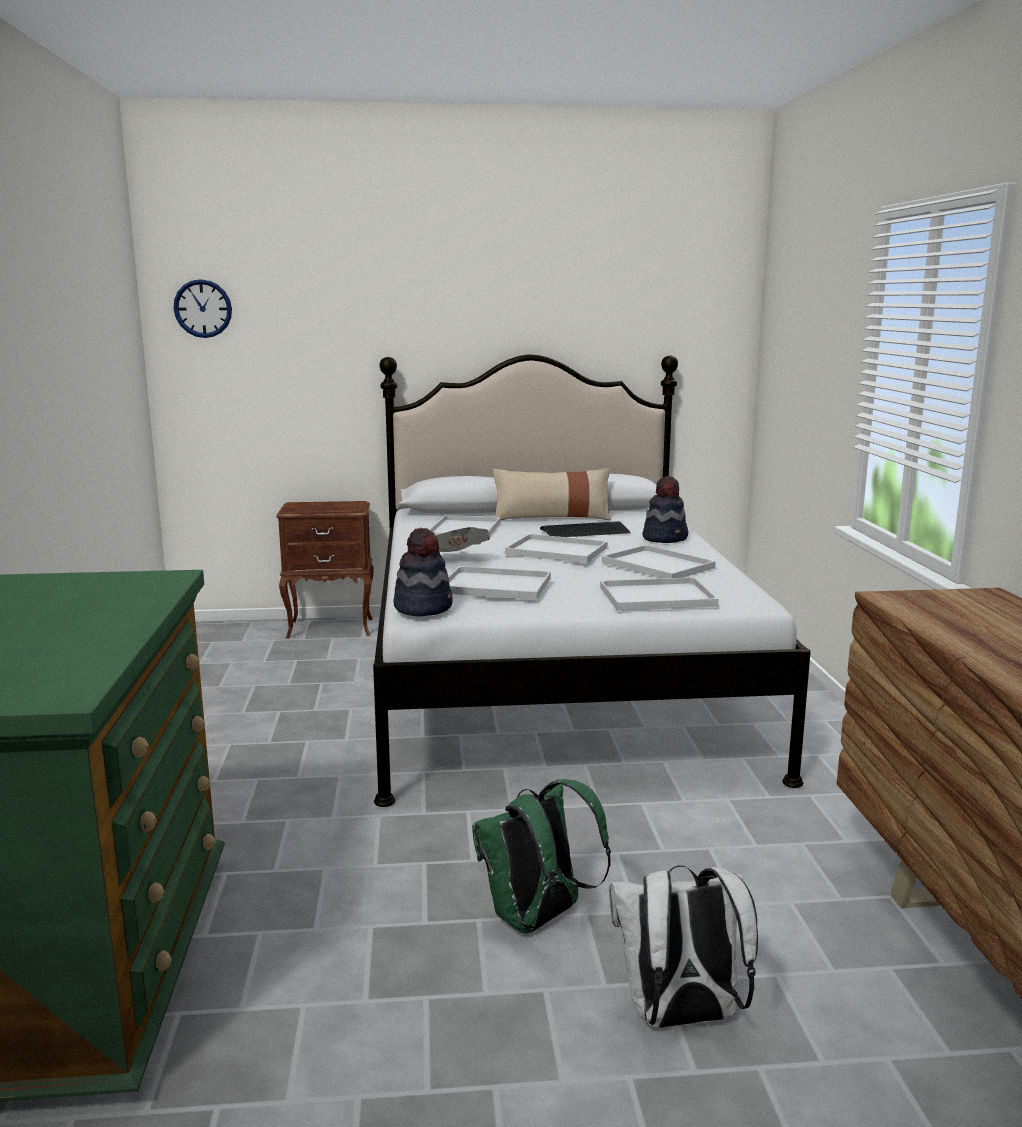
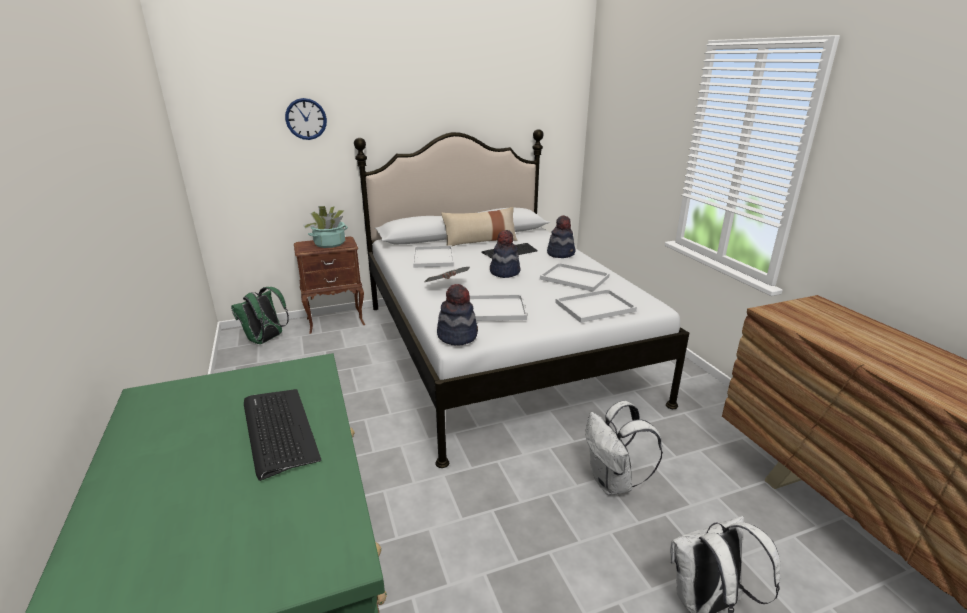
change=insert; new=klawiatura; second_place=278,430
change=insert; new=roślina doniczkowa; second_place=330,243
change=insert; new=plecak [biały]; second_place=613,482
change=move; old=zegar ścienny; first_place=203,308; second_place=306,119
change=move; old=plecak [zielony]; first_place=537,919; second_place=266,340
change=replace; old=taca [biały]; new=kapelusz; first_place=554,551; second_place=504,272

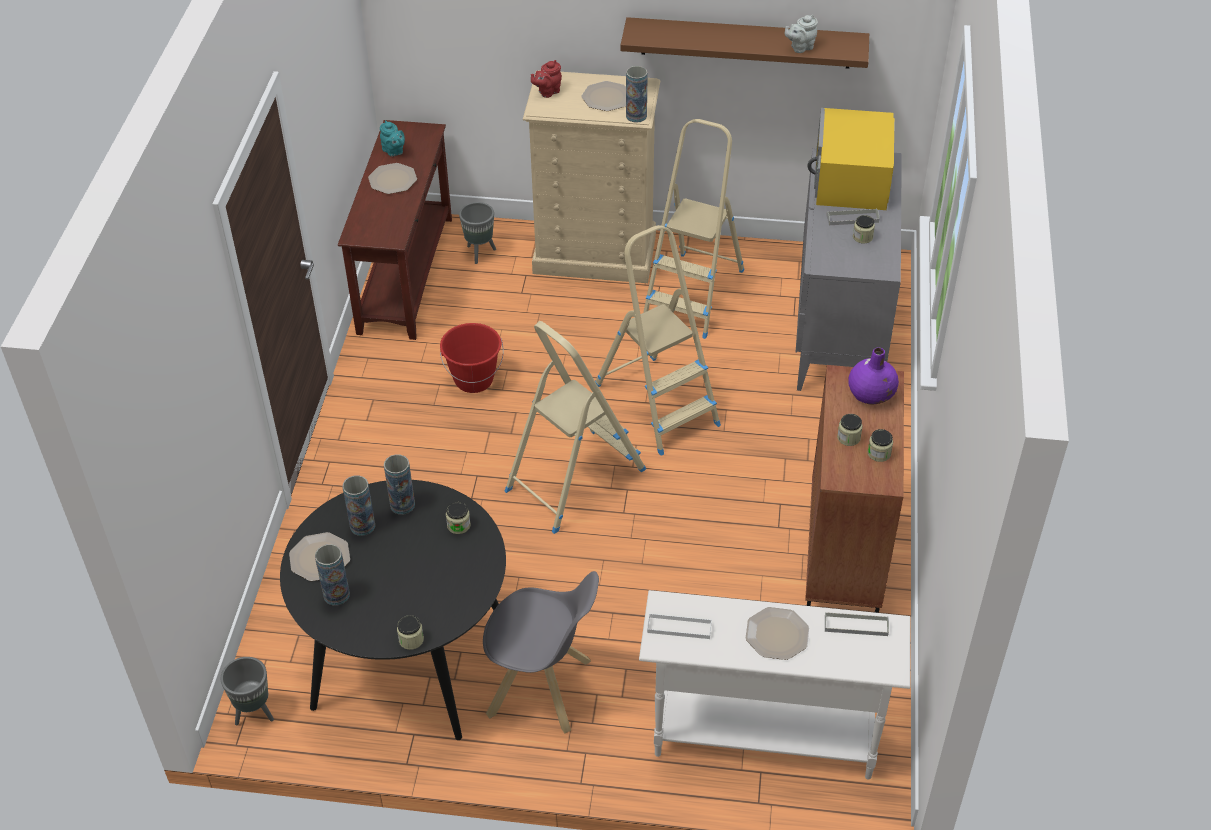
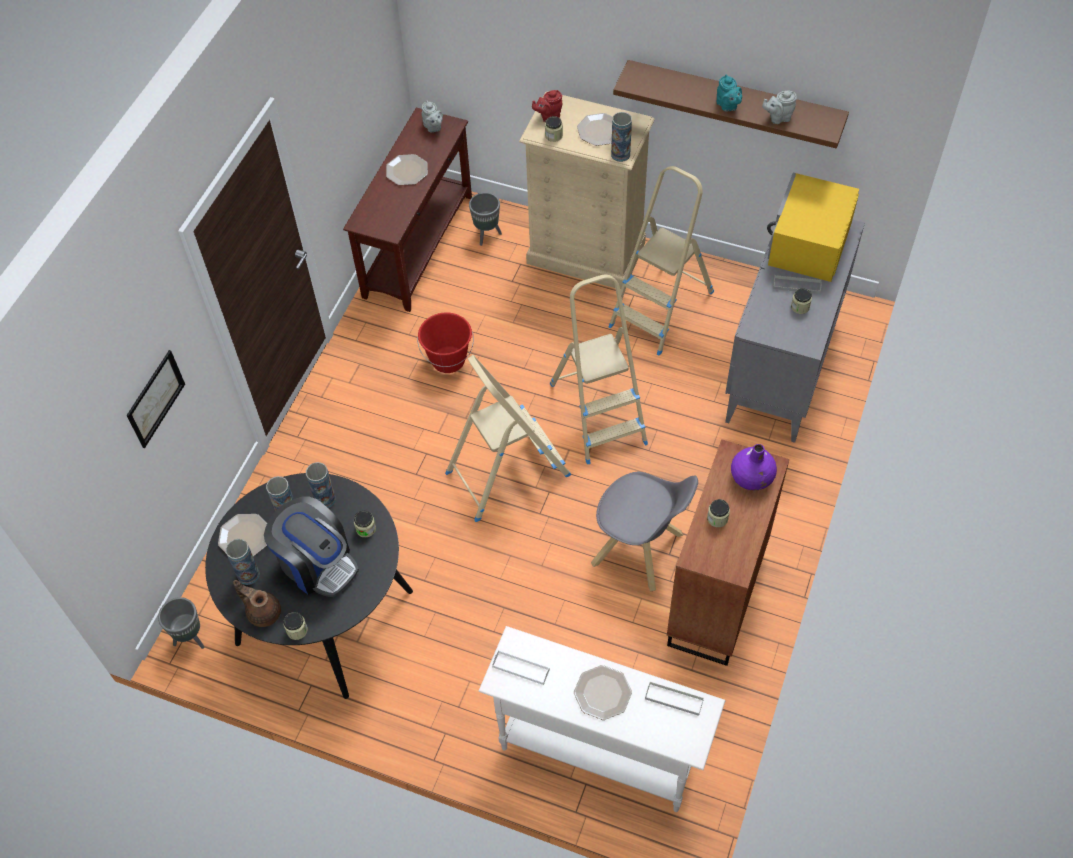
change=insert; new=obraz; second_place=155,398
change=insert; new=imbryk [brązowy]; second_place=263,612
change=insert; new=ekspres do kawy; second_place=317,563
change=insert; new=imbryk [szary]; second_place=433,127
change=move; old=imbryk [turkusowy]; first_place=393,151; second_place=727,106
change=move; old=krzesło [szary]; first_place=543,688; second_place=640,550
change=move; old=słoik; first_place=879,453; second_place=553,135

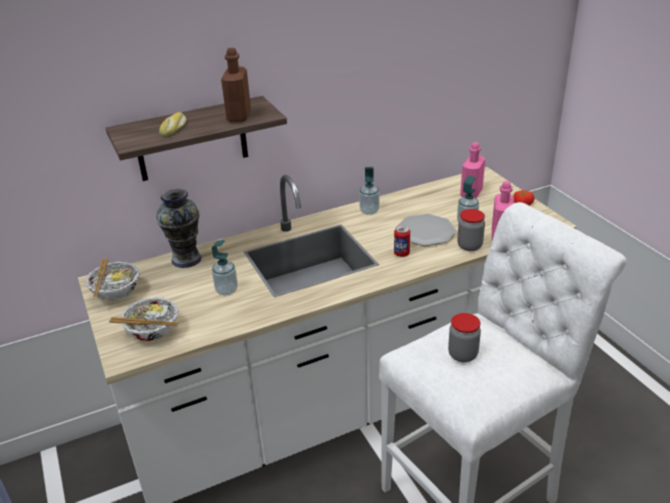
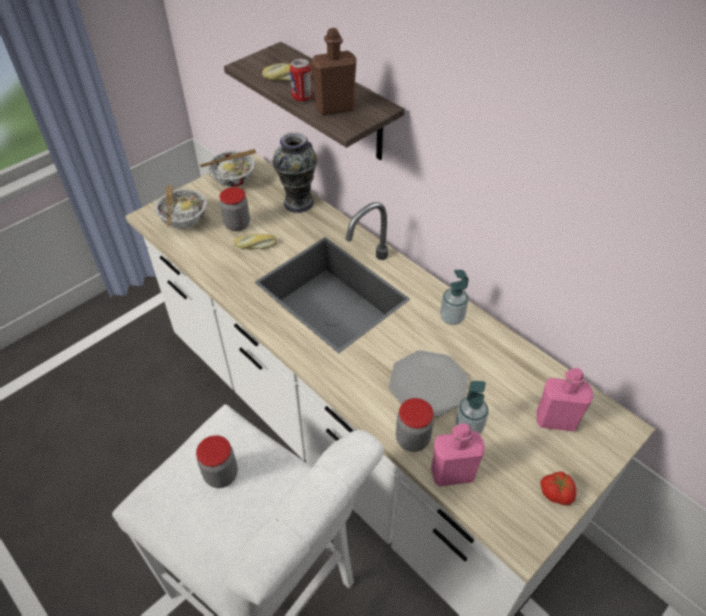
change=insert; new=słoik; second_place=237,224
change=move; old=puszka; first_place=401,253; second_place=302,98
change=replace; old=dozownik mydła; new=chleb; first_place=226,290; second_place=255,246

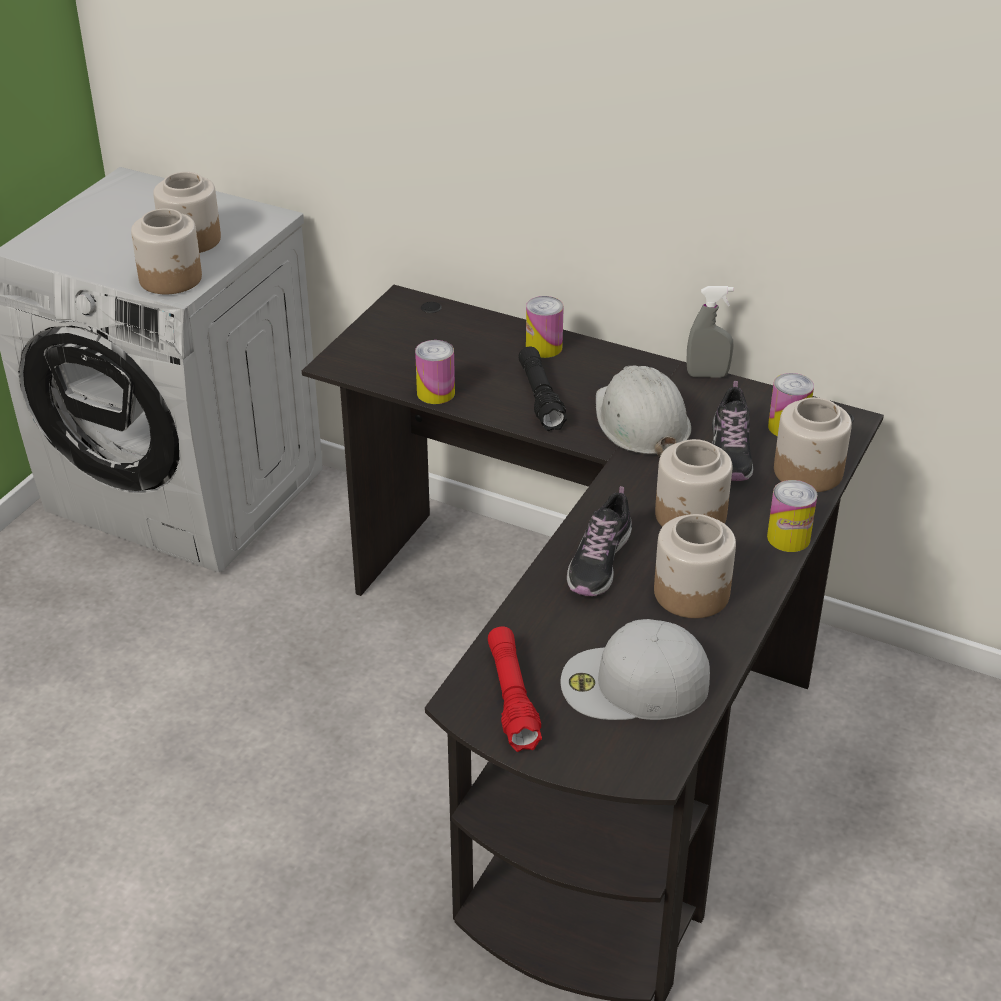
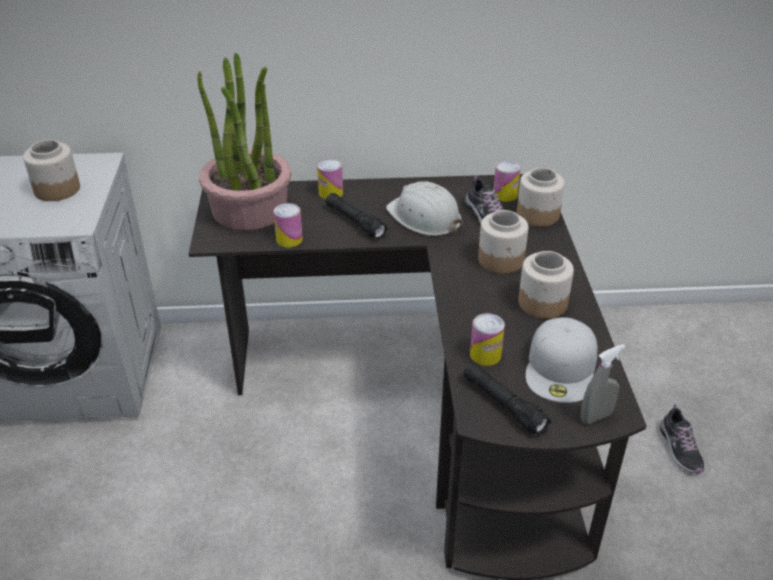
change=delete; old=słoik; first_place=171,279
change=insert; new=roślina doniczkowa; second_place=249,209
change=move; old=but; first_place=599,562; second_place=680,449
change=move; old=spryskiwacz [szary]; first_place=707,375; second_place=596,417
change=move; old=puszka; first_place=788,538; second_place=485,355
change=recolor; old=latarka [czerwony]; new=latarka [czarny]; first_place=512,698; second_place=504,405
change=rotate; old=czapka z daszkiem [biały]; first_place=633,684; second_place=562,368; degrees=-45

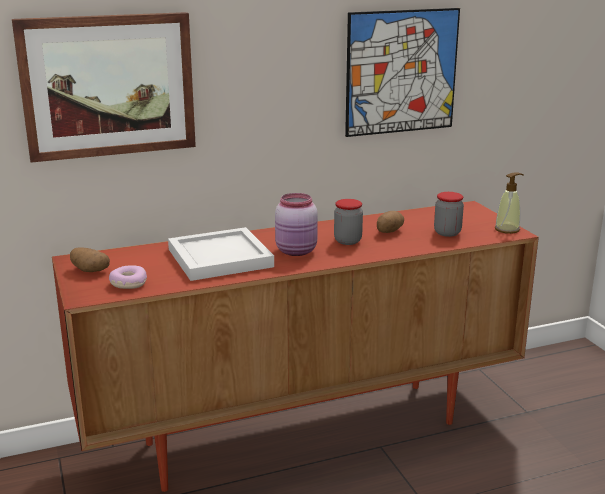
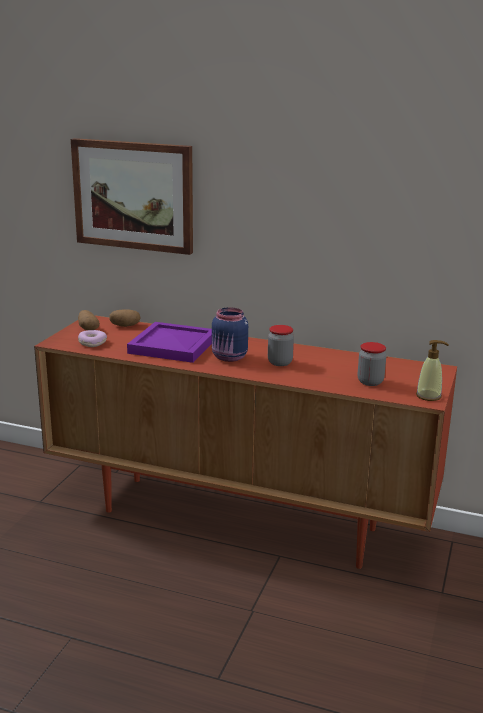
change=delete; old=obraz; first_place=401,72
change=move; old=ziemniak; first_place=389,231; second_place=125,326
change=recolor; old=taca [biały]; new=taca [fioletowy]; first_place=218,257; second_place=172,345
change=recolor; old=słoik [różowy]; new=słoik [niebieski]; first_place=297,251; second_place=229,358

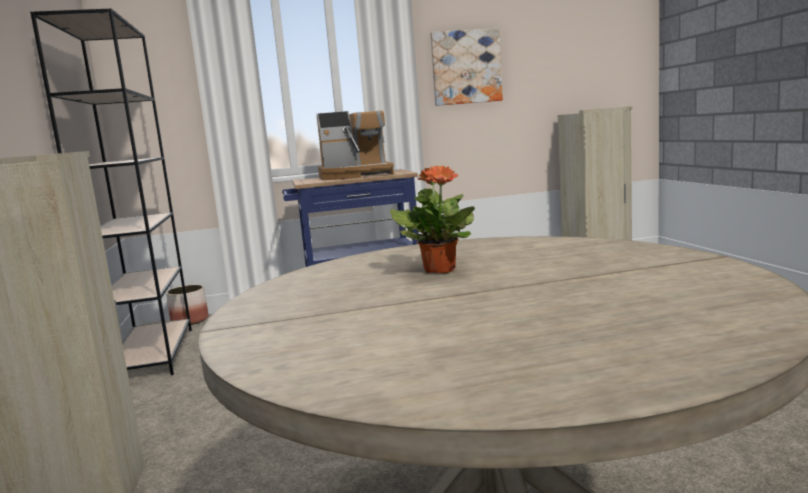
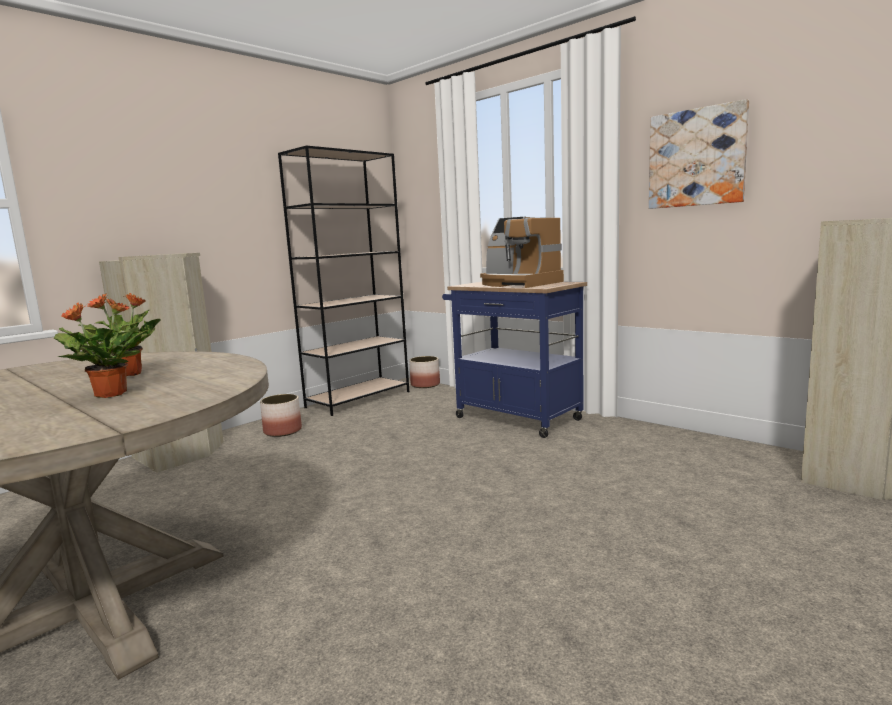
change=insert; new=roślina doniczkowa; second_place=109,394
change=insert; new=donica; second_place=282,431

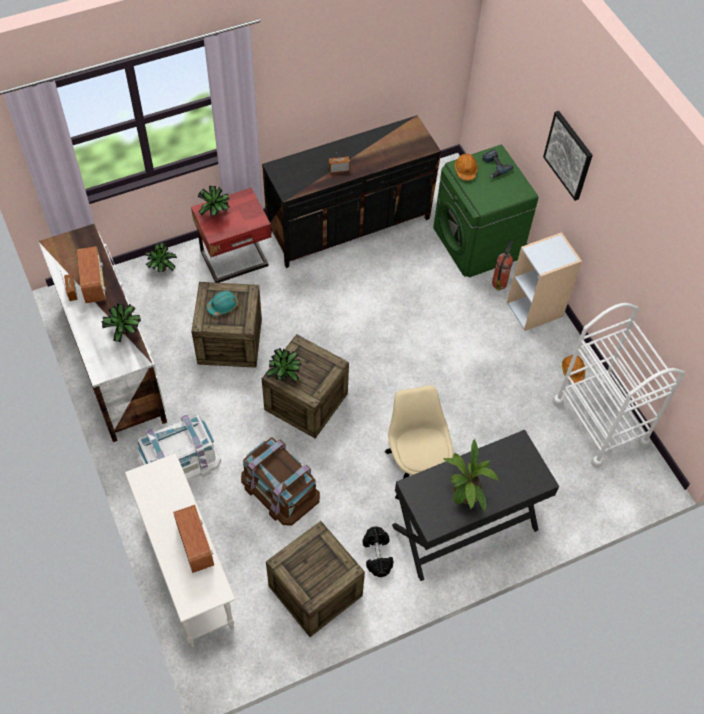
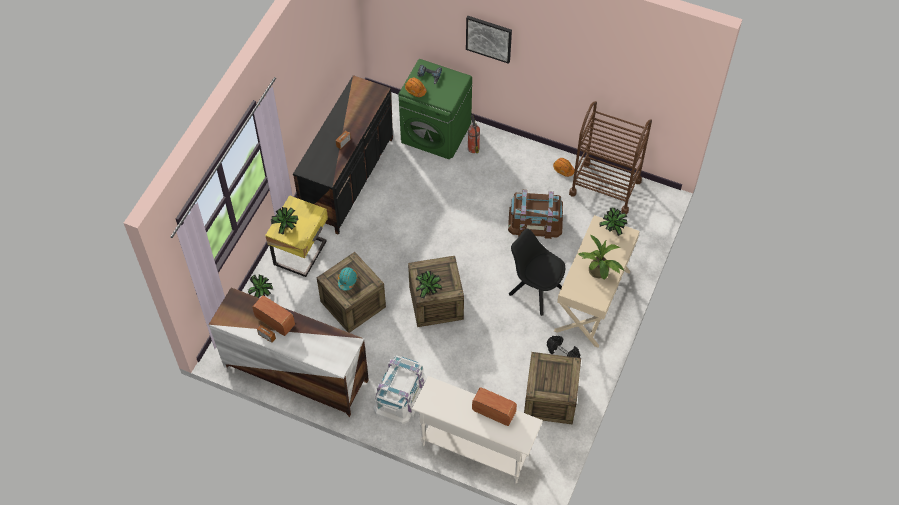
change=delete; old=regał; first_place=535,309
change=move; old=roślina doniczkowa; first_place=126,334; second_place=613,230
change=move; old=pojemnik do przechowywania [brązowy]; first_place=279,488; second_place=535,221
change=recolor; old=szafka nocna [czerwony]; new=szafka nocna [żółty]; first_place=235,260; second_place=302,253
change=recolor; old=krzesło [beżowy]; new=krzesło [czarny]; first_place=415,469; second_place=535,291
change=recolor; old=biurko [czarny]; new=biurko [beżowy]; first_place=465,528; second_place=593,301
change=recolor; old=wózek [biały]; new=wózek [brązowy]; first_place=600,422; second_place=605,187

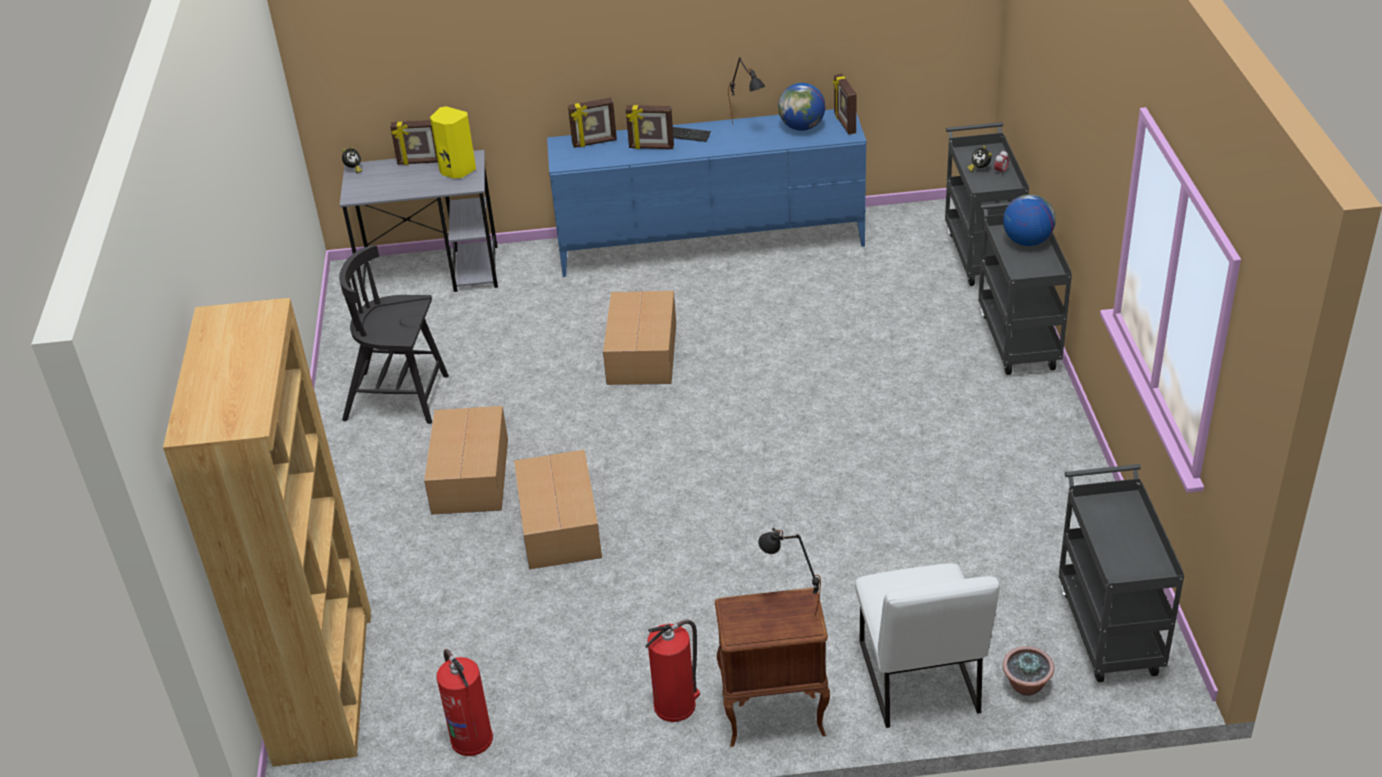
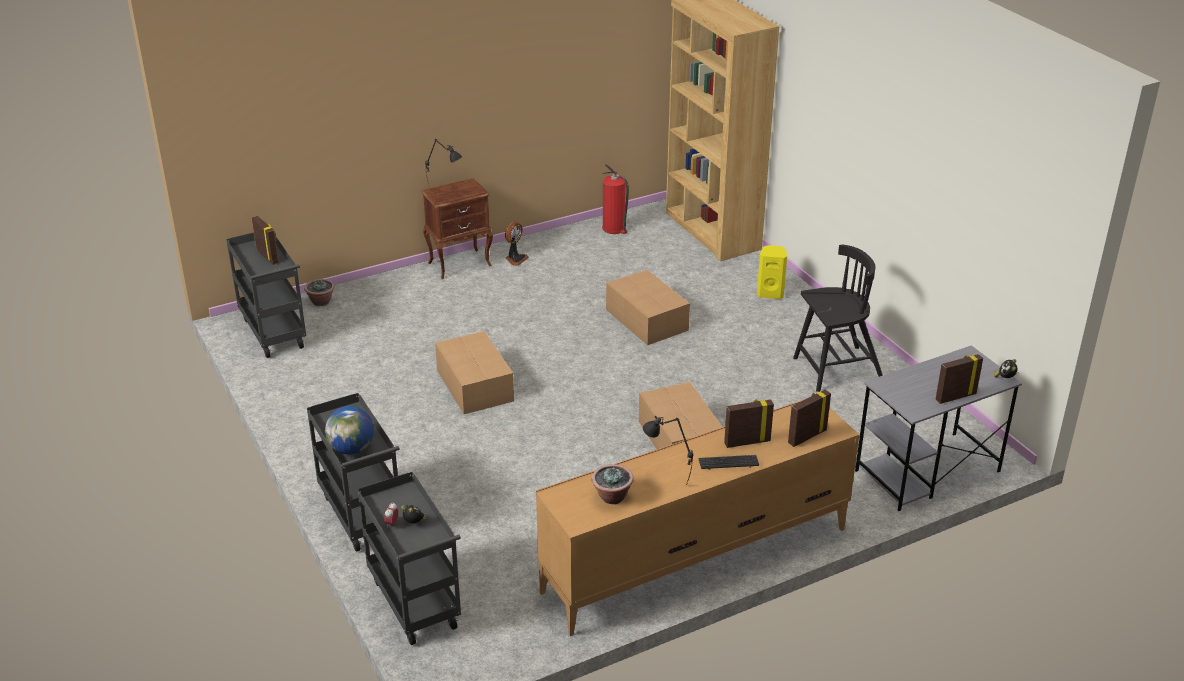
change=delete; old=krzesło [biały]; first_place=919,680
change=move; old=karton; first_place=471,474; second_place=475,386
change=move; old=głośnik [żółty]; first_place=456,171; second_place=770,293
change=move; old=ramka na zdjęcie; first_place=844,124; second_place=268,256
change=replace; old=gaśnica; new=wentylator; first_place=676,705; second_place=515,259
change=replace; old=globus; new=roślina doniczkowa; first_place=802,127; second_place=612,497
change=recolor; old=szafka [niebieski]; new=szafka [brązowy]; first_place=712,243; second_place=695,561

